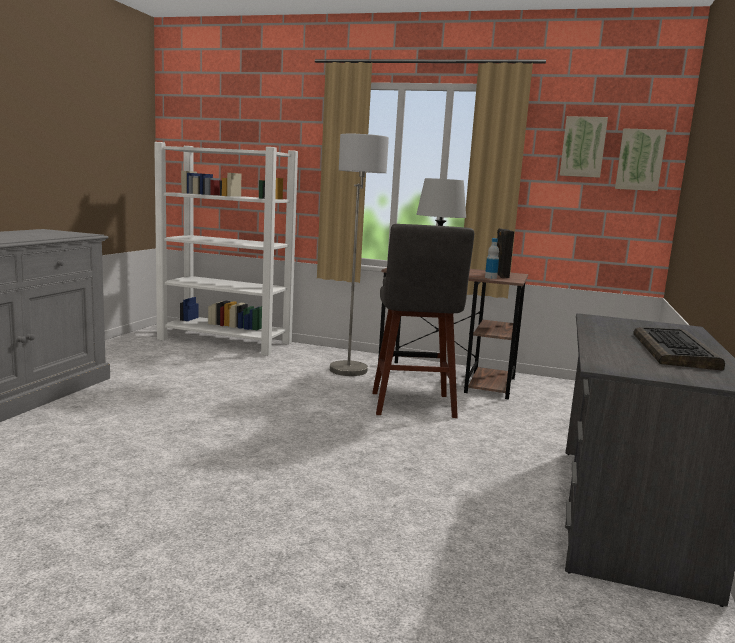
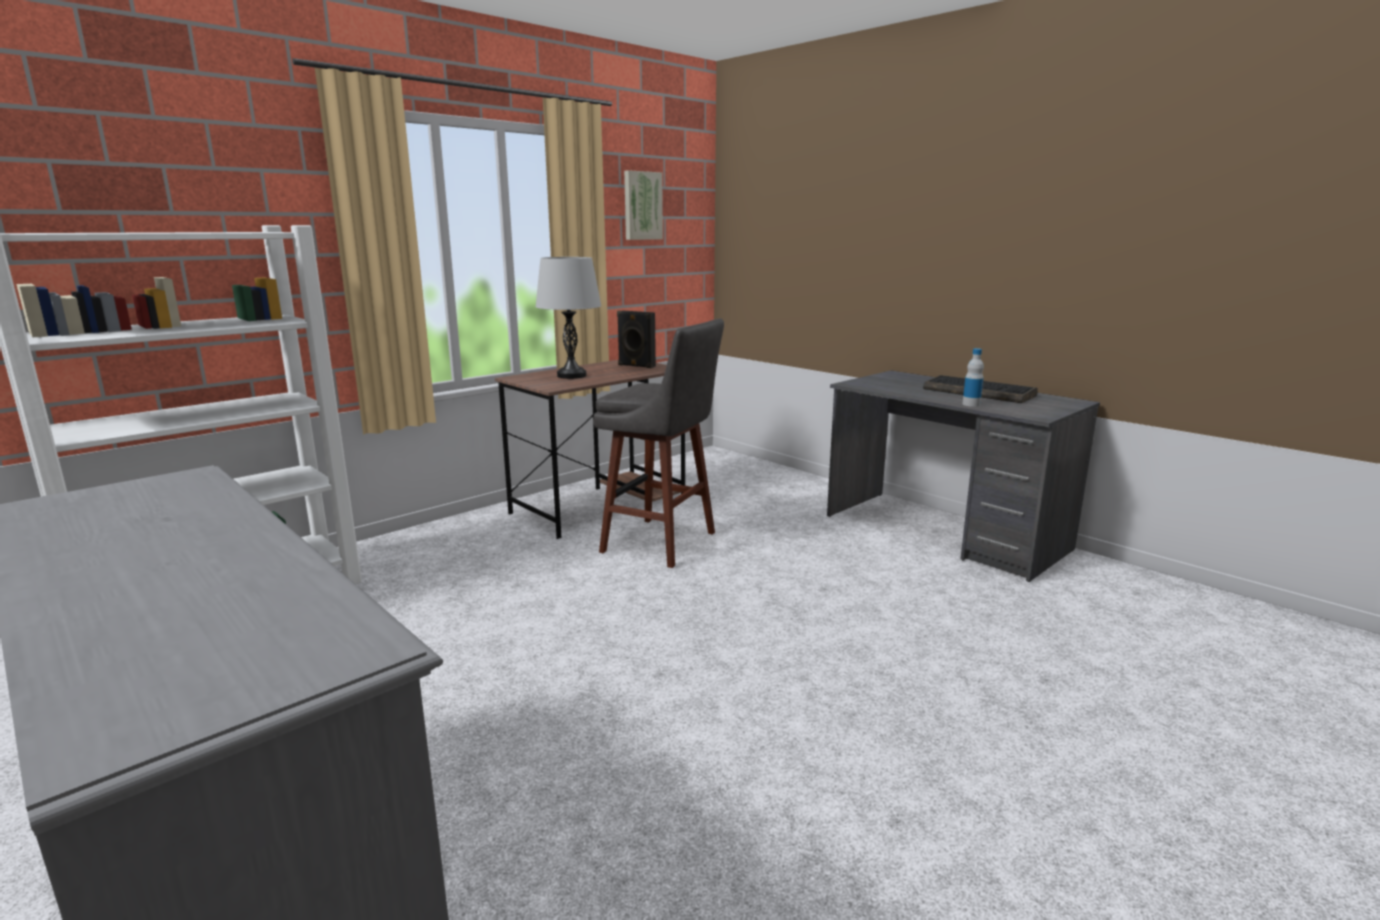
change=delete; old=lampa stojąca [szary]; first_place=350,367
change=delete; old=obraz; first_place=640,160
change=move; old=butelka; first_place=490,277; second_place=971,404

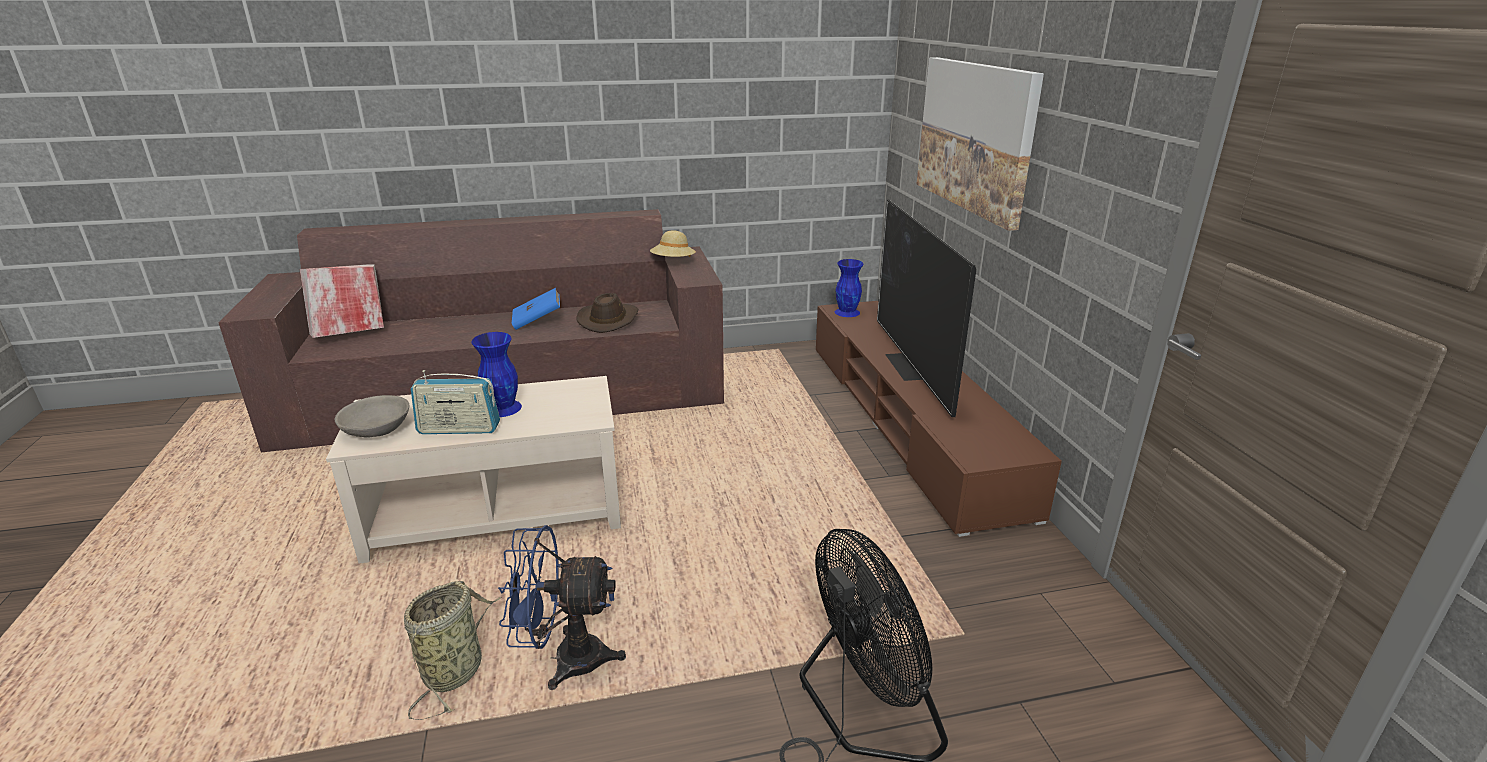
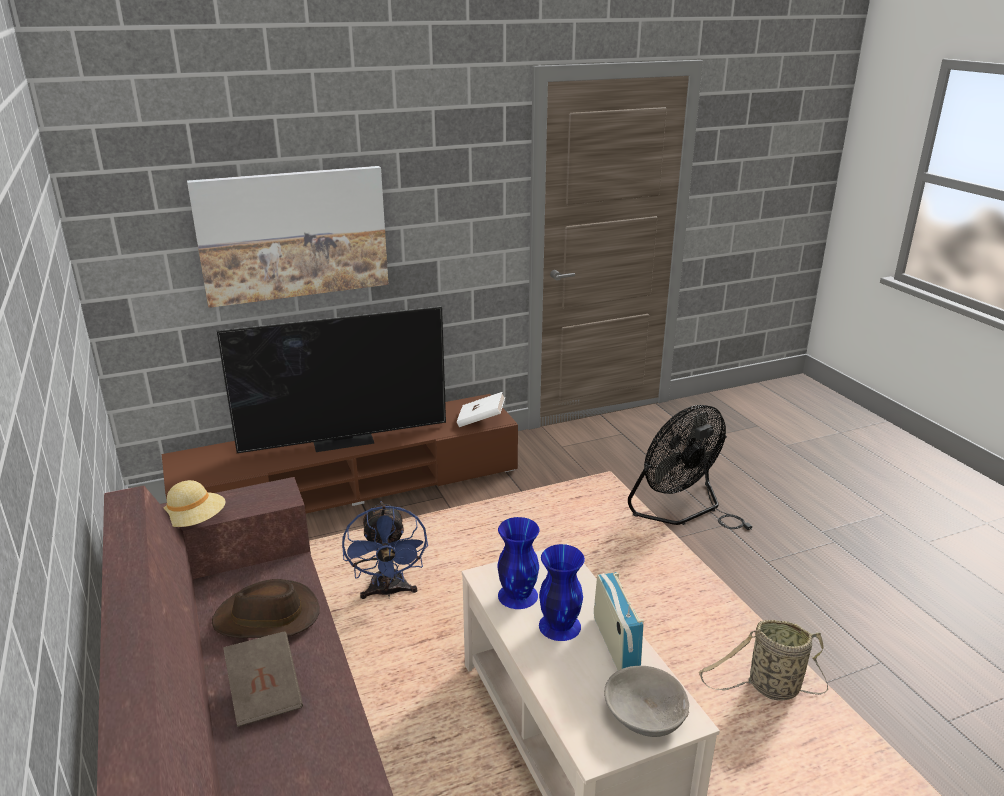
change=insert; new=książka [biały]; second_place=481,420
change=move; old=wentylator [niebieski]; first_place=566,659; second_place=388,592
change=move; old=wazon [niebieski]; first_place=847,312; second_place=517,595
change=recolor; old=książka [niebieski]; new=książka [brązowy]; first_place=537,321; second_place=265,693

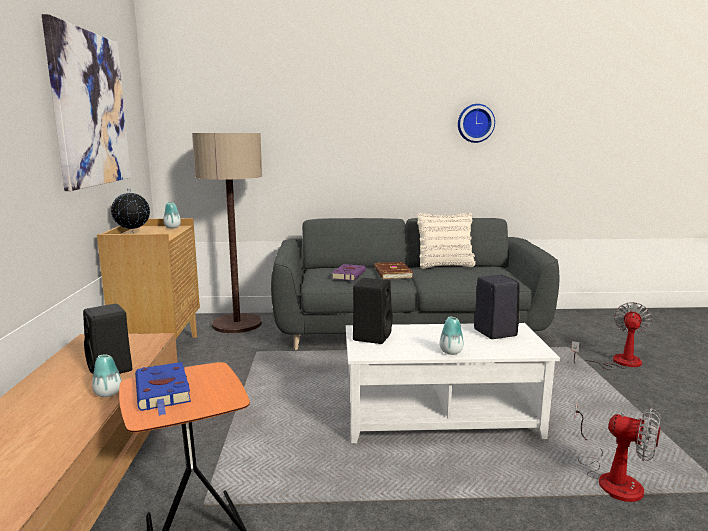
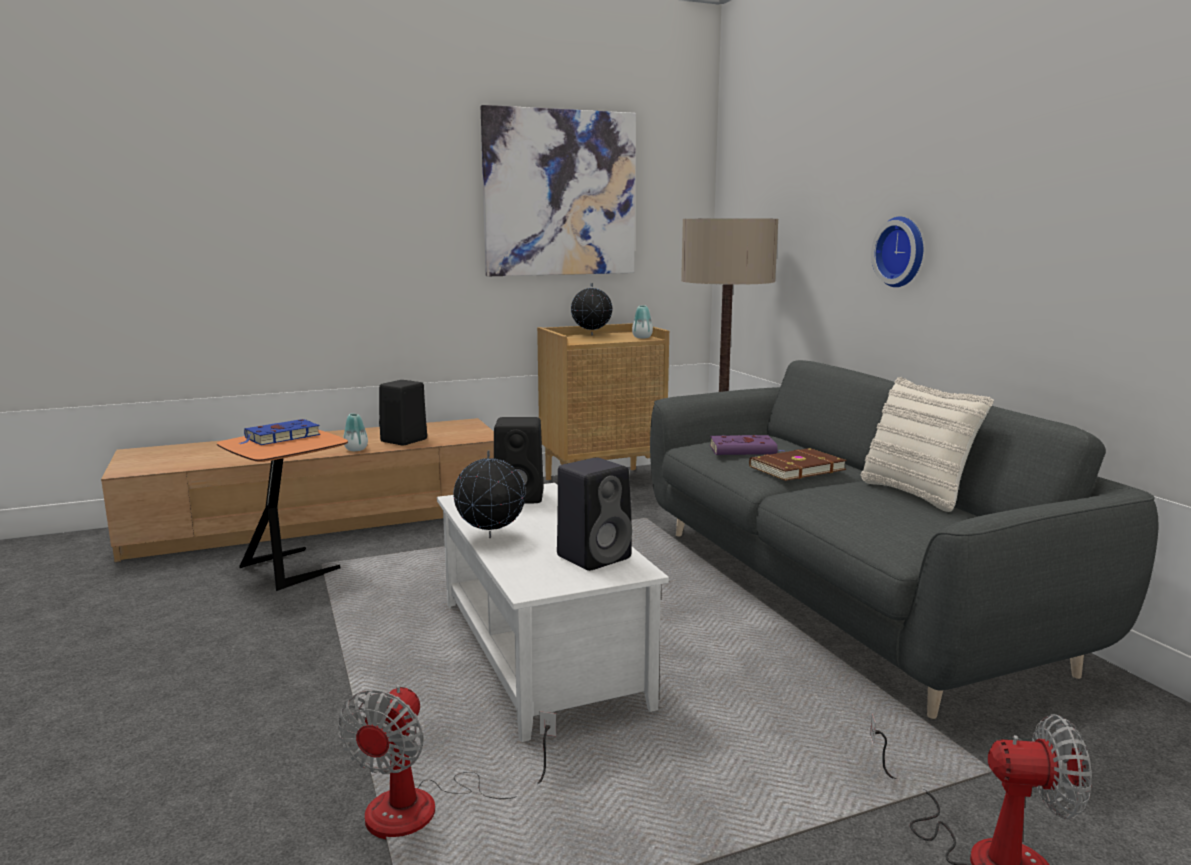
change=move; old=zegar ścienny; first_place=475,123; second_place=902,252
change=replace; old=wazon; new=globus; first_place=451,352; second_place=491,537

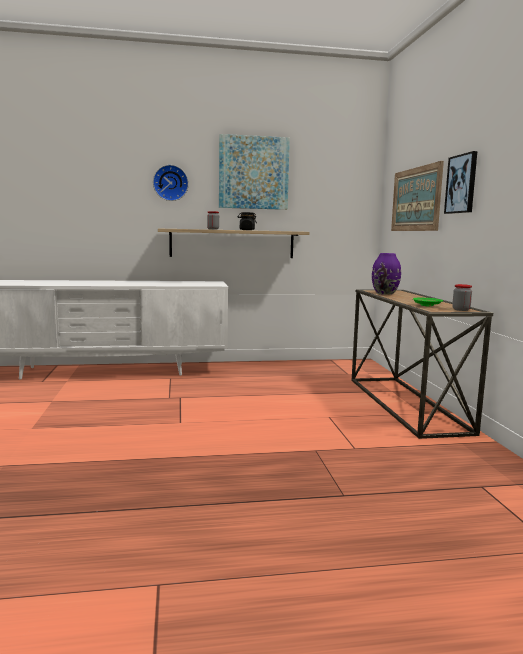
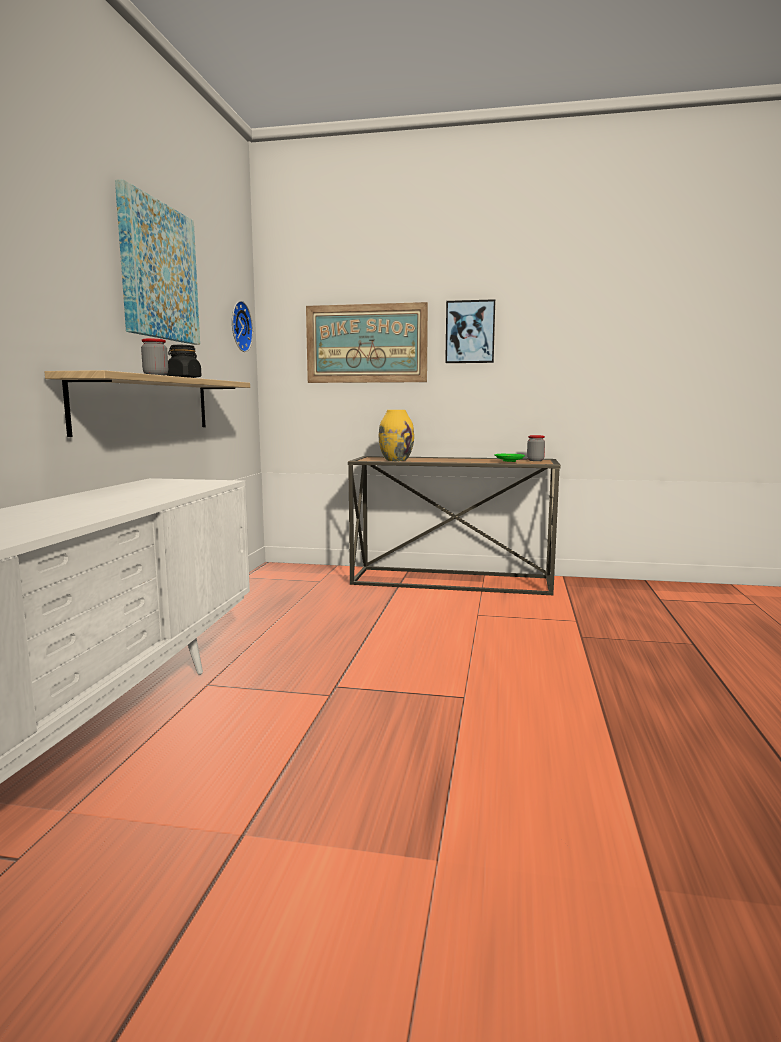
change=move; old=zegar ścienny; first_place=170,183; second_place=238,326
change=recolor; old=wazon [fioletowy]; new=wazon [żółty]; first_place=385,293; second_place=396,460

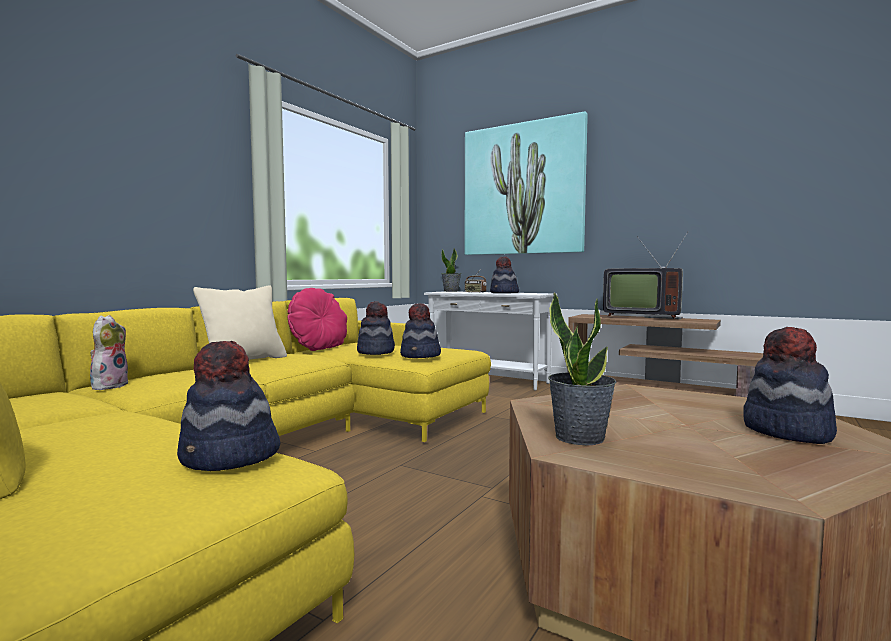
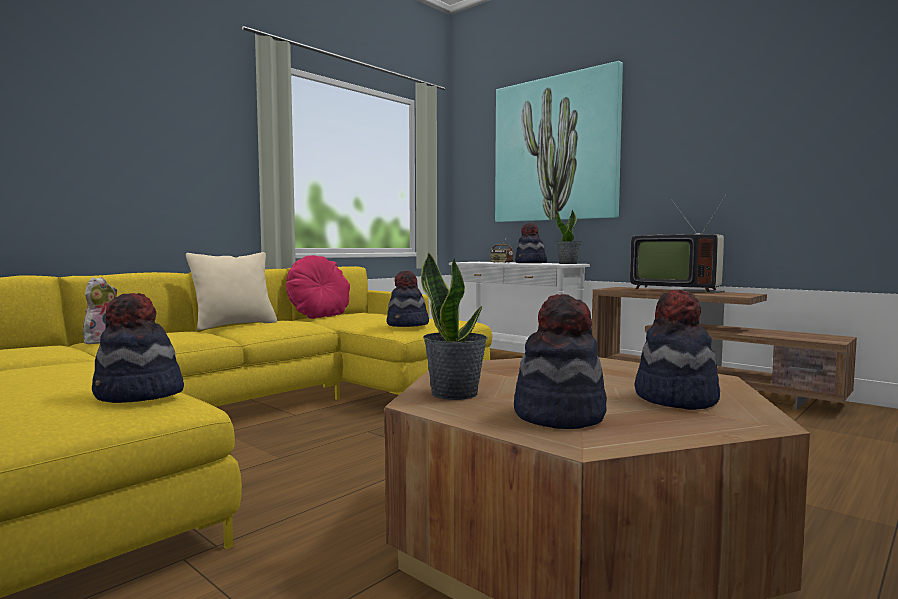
change=move; old=kapelusz; first_place=376,352; second_place=559,416
change=move; old=roślina doniczkowa; first_place=451,291; second_place=568,263

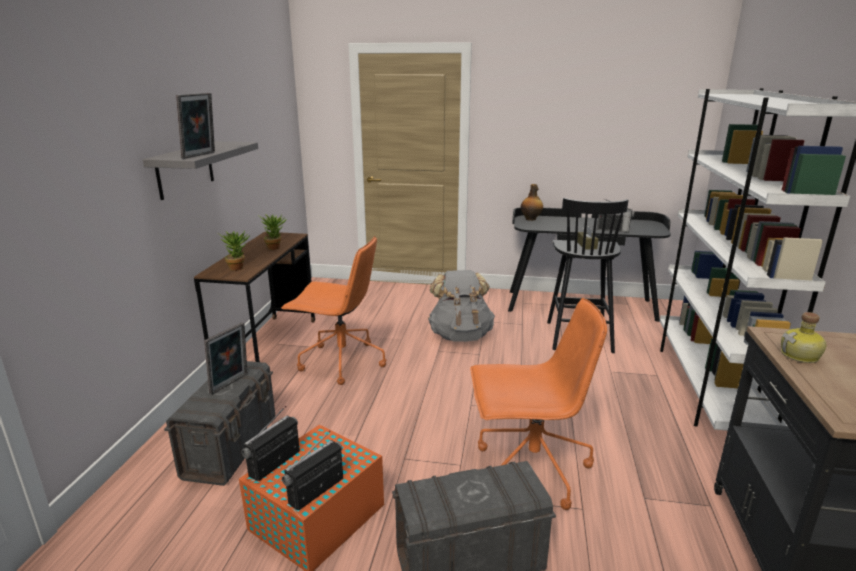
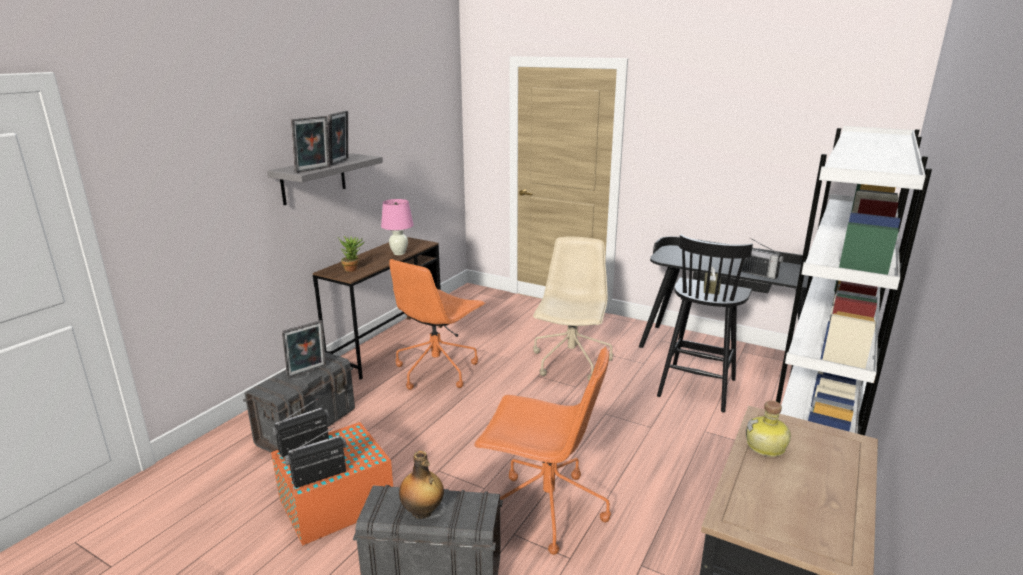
change=insert; new=ramka na zdjęcie; second_place=341,162
change=move; old=butelka; first_place=531,219; second_place=422,512
change=replace; old=roślina doniczkowa; new=lampa stołowa [różowy]; first_place=275,247; second_place=399,253
change=replace; old=plecak [szary]; new=krzesło biurowe [beżowy]; first_place=460,335; second_place=570,364
change=rotate; old=krzesło biurowe [pomarańczowy]; first_place=338,362; second_place=439,369; degrees=90

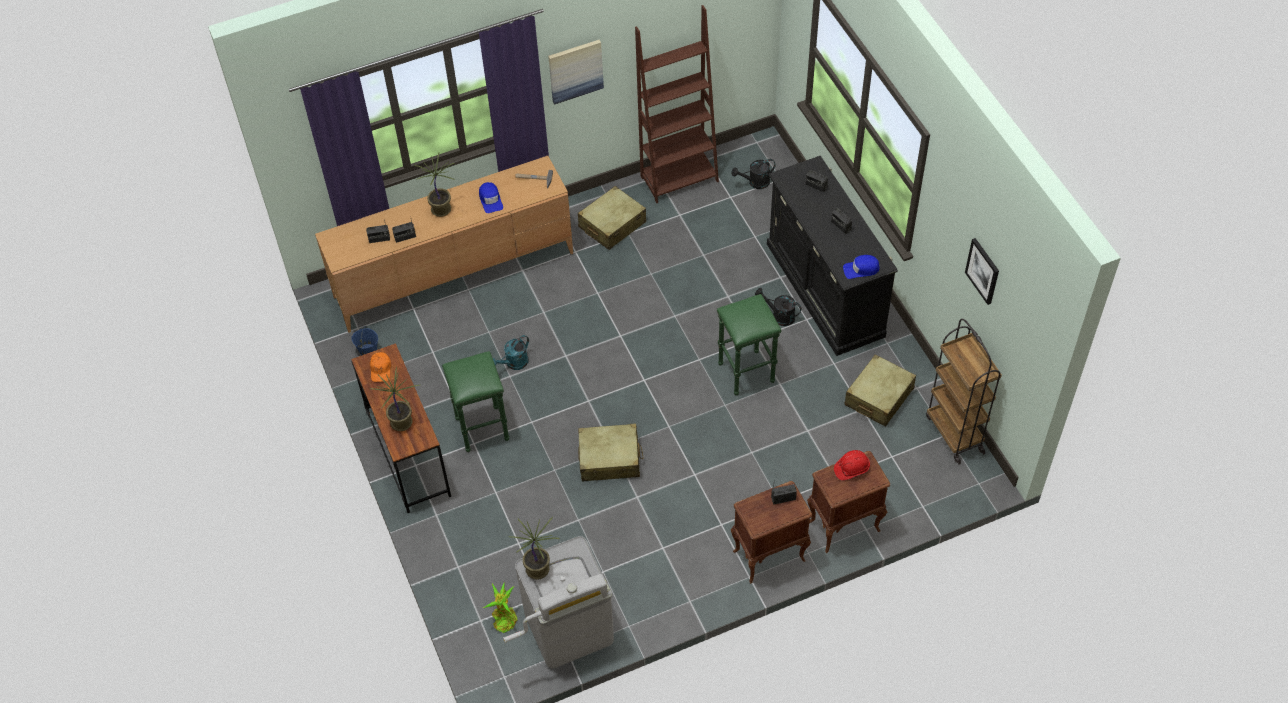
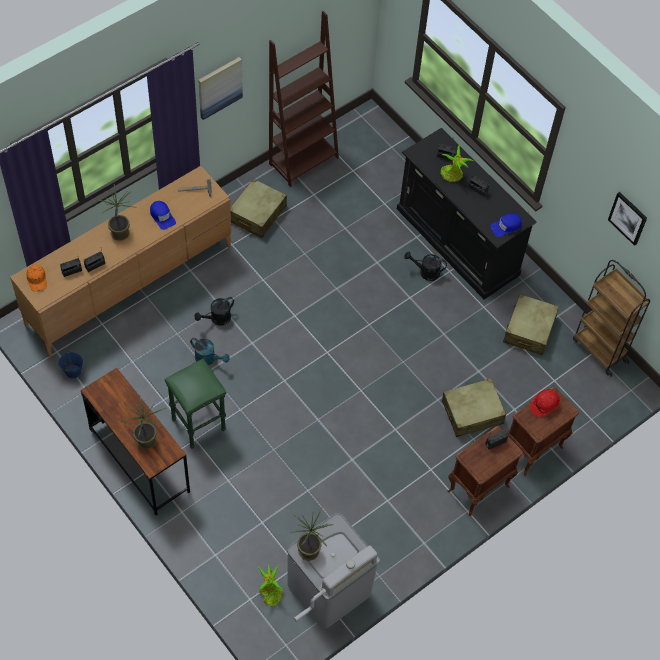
change=delete; old=stołek [zielony]; first_place=747,372
change=insert; new=roślina doniczkowa; second_place=452,175
change=move; old=czapka z daszkiem [pomarańczowy]; first_place=381,369; second_place=37,279
change=move; old=walizka [beżowy]; first_place=610,459; second_place=472,412
change=move; old=konewka [czarny]; first_place=755,183; second_place=217,319
change=rotate; old=konewka [turkusowy]; first_place=513,364; second_place=208,359; degrees=-90

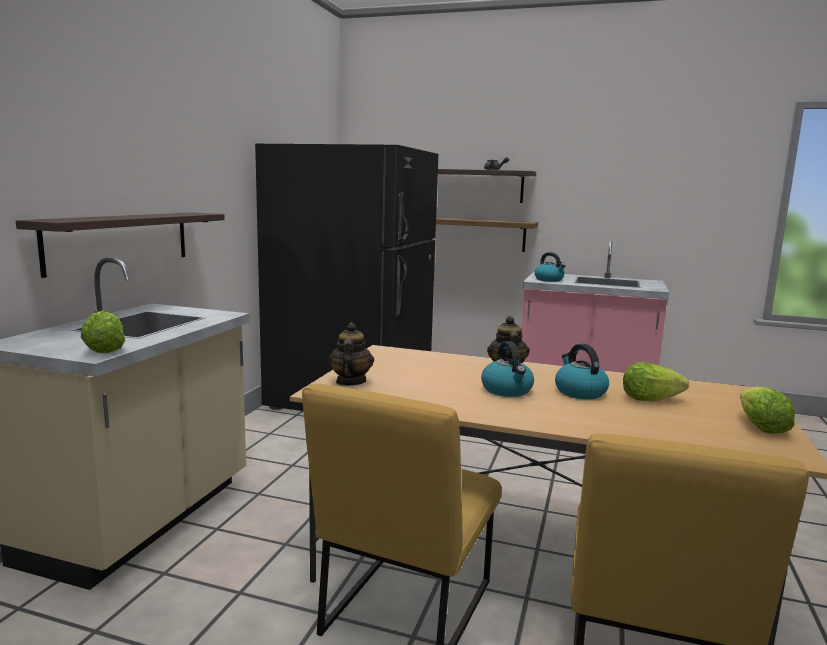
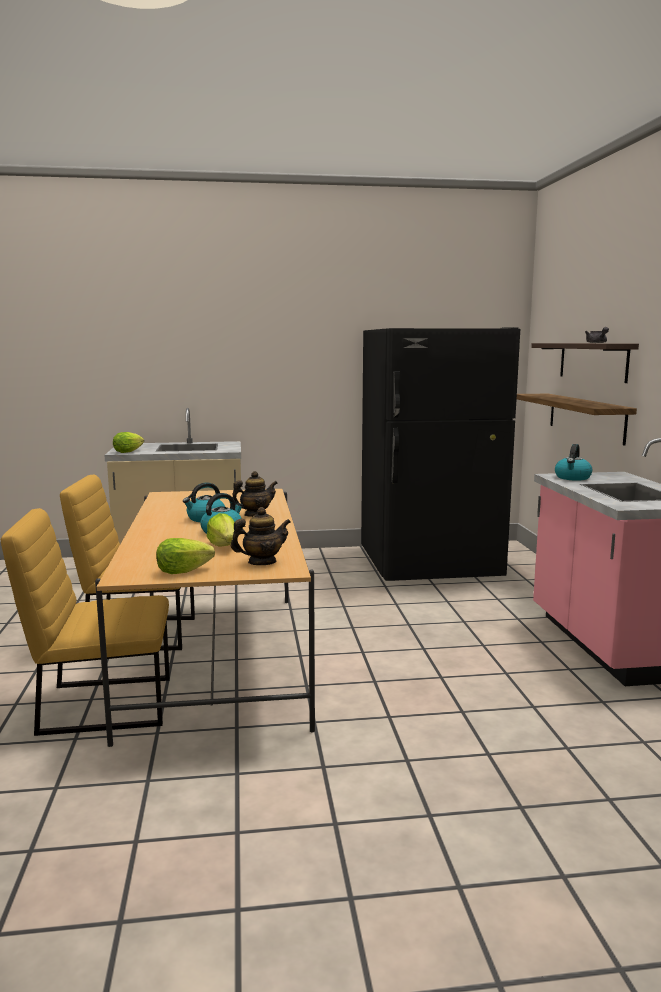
change=delete; old=półka; first_place=120,240
change=move; old=imbryk; first_place=350,382; second_place=261,562

